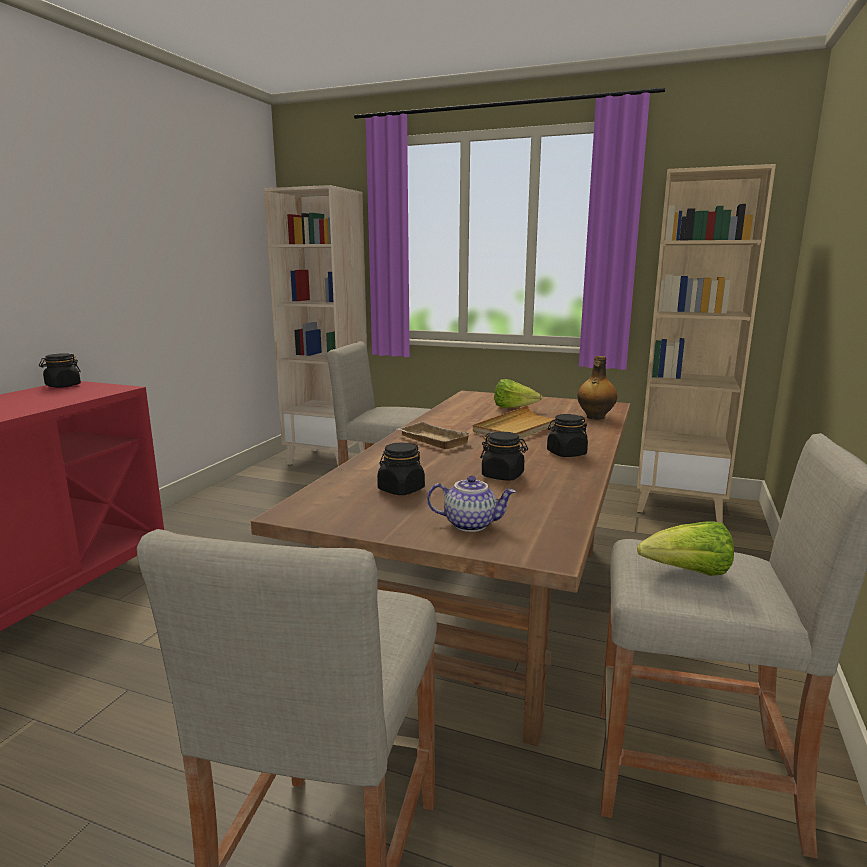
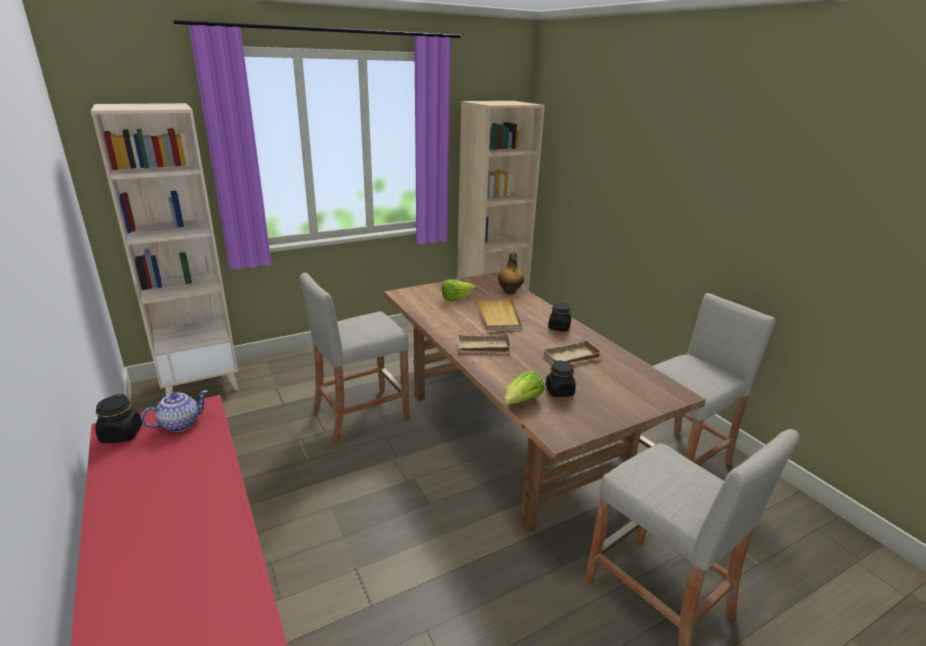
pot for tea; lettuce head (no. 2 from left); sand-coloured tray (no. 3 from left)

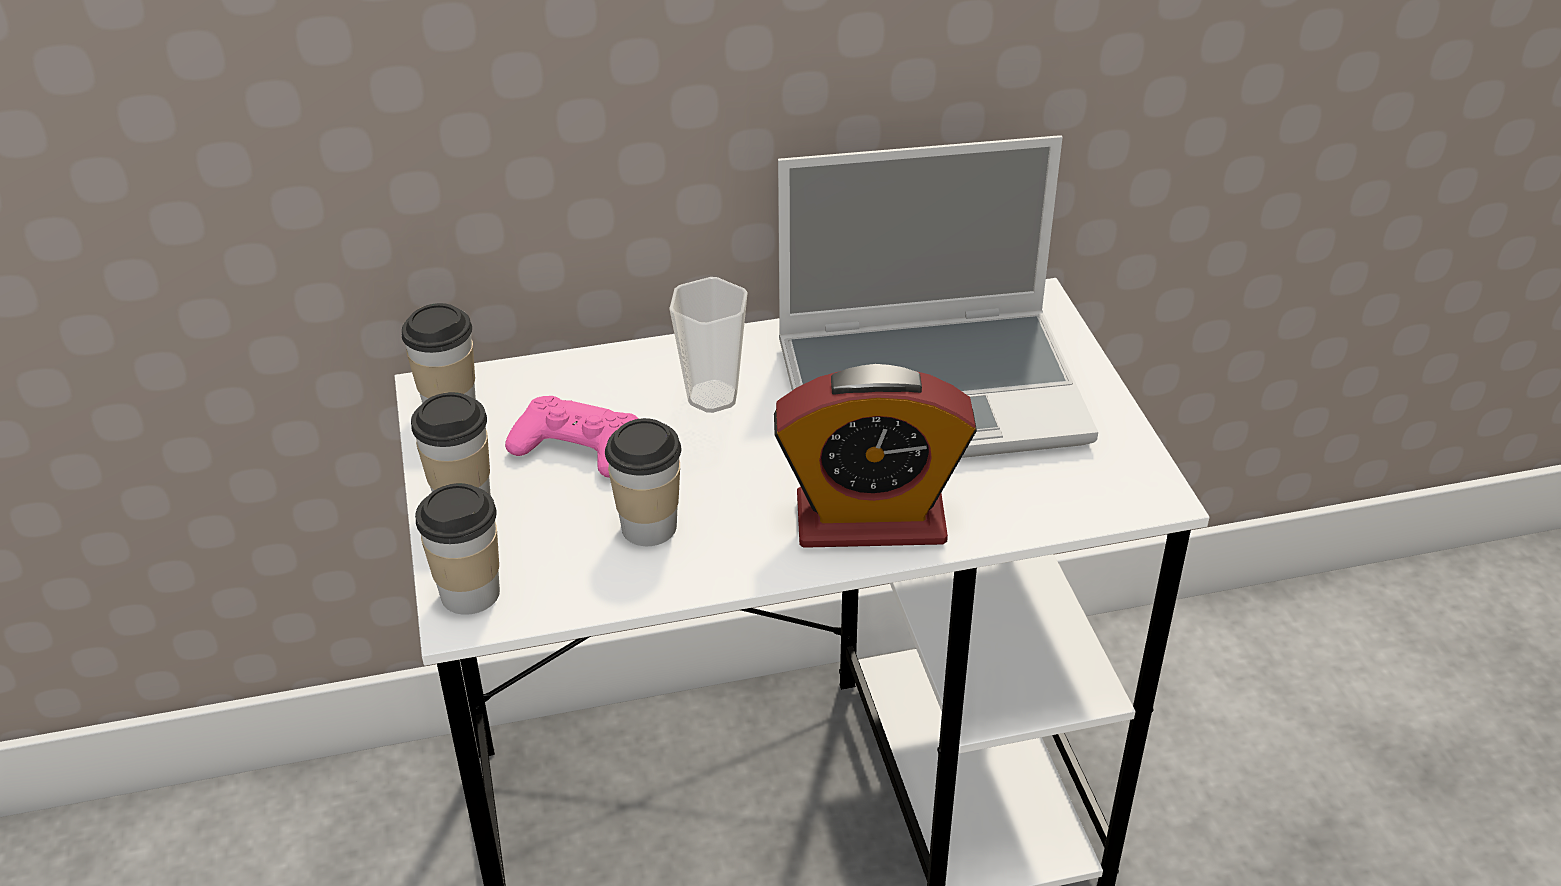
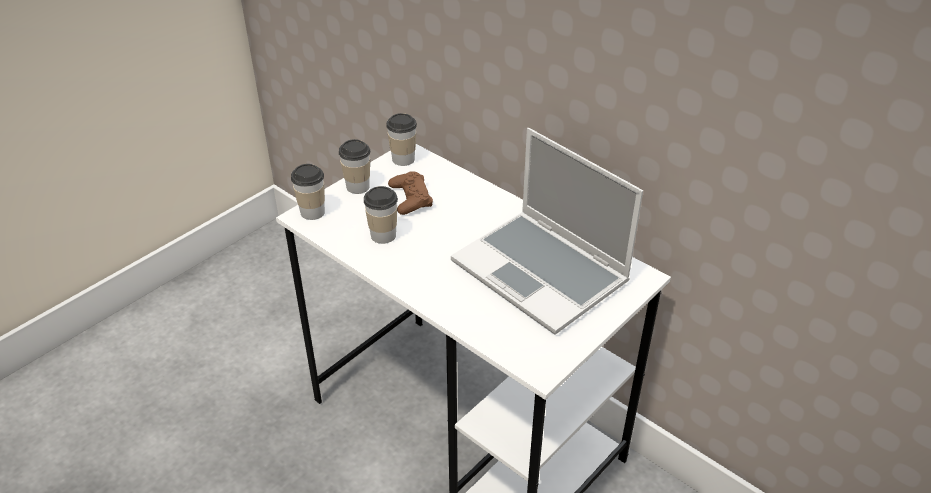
drinking cup (no. 5 from left in the first image); table clock; brownish gamepad

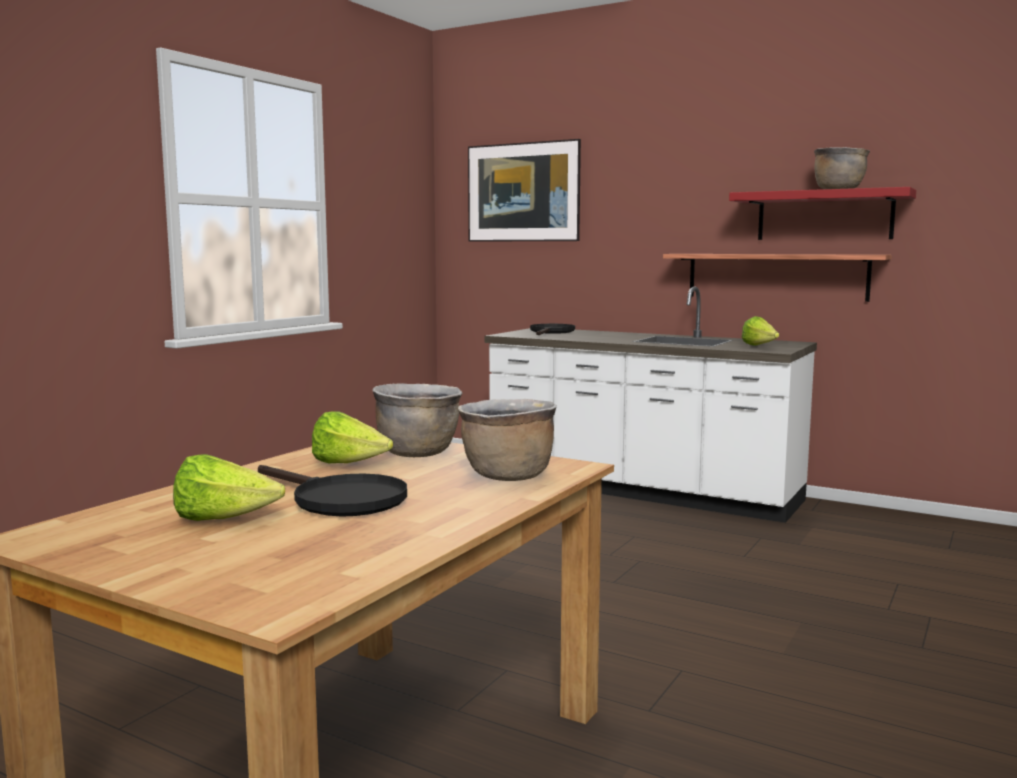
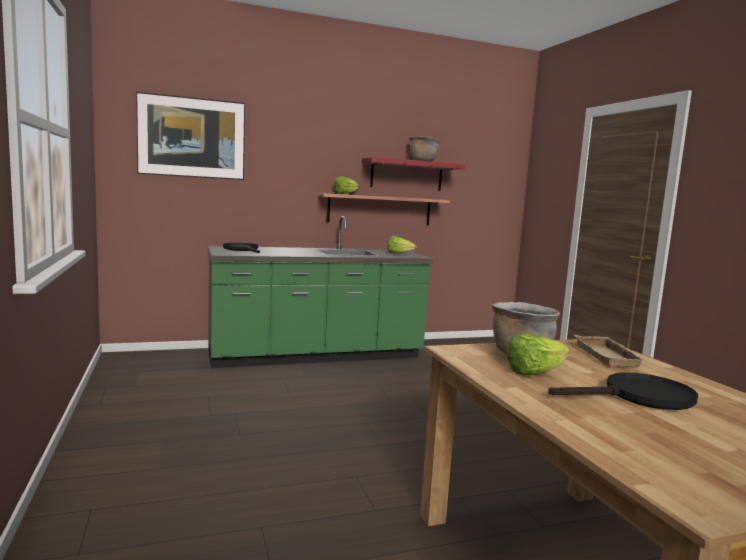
lettuce head (no. 1 from left); sand-coloured tray; green-coloured counter

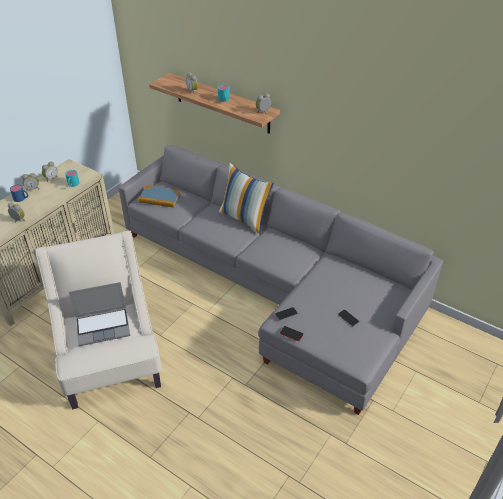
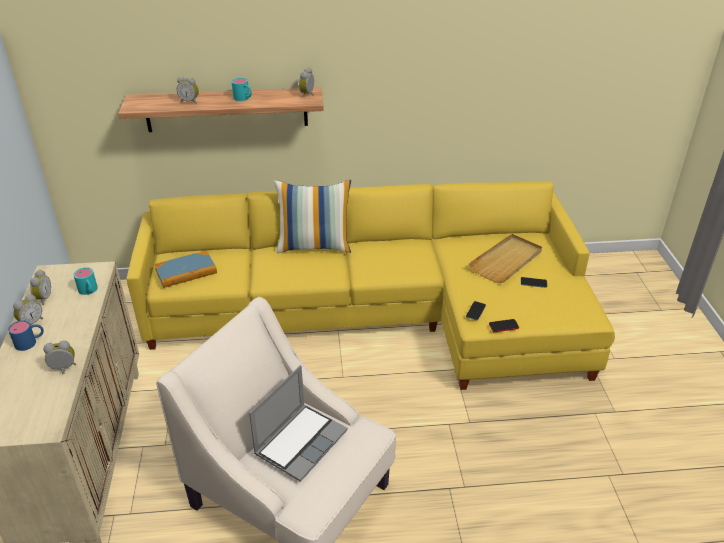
sand-coloured tray; yellow settee

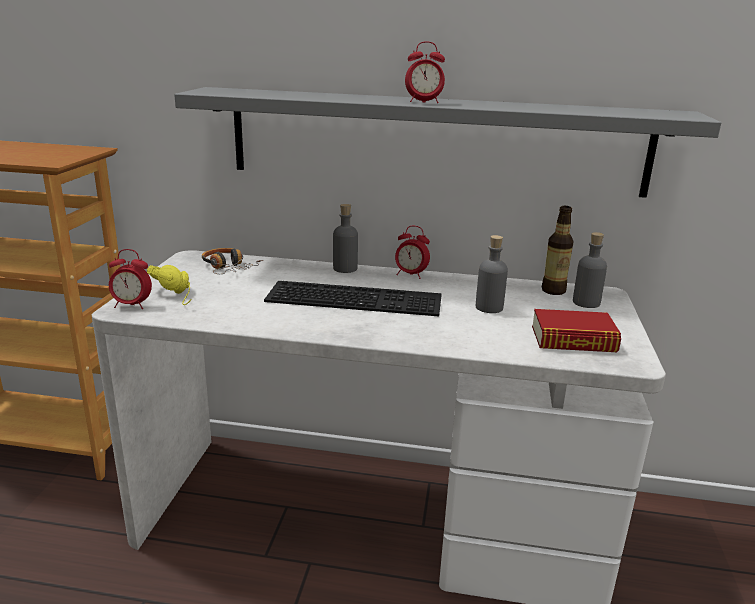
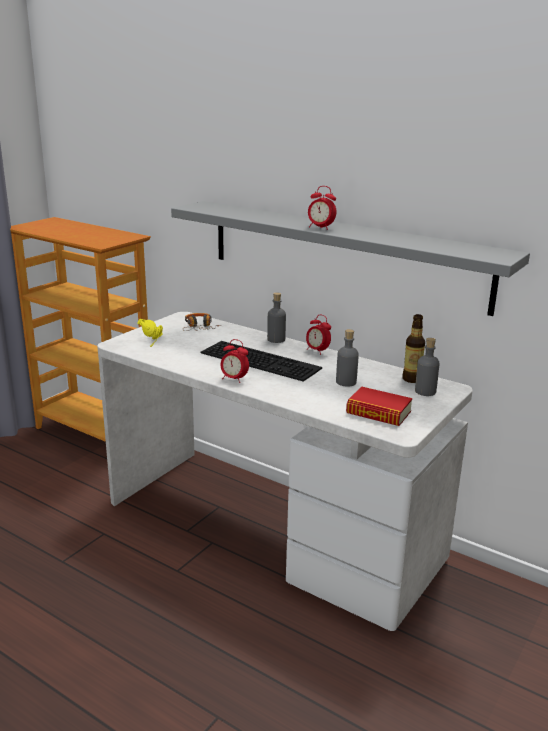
table clock (no. 1 from left)

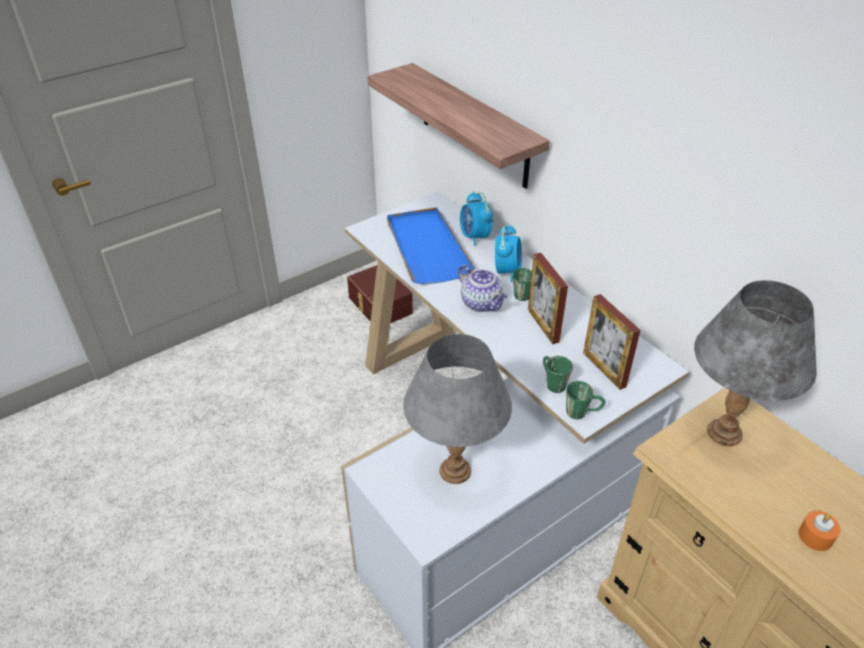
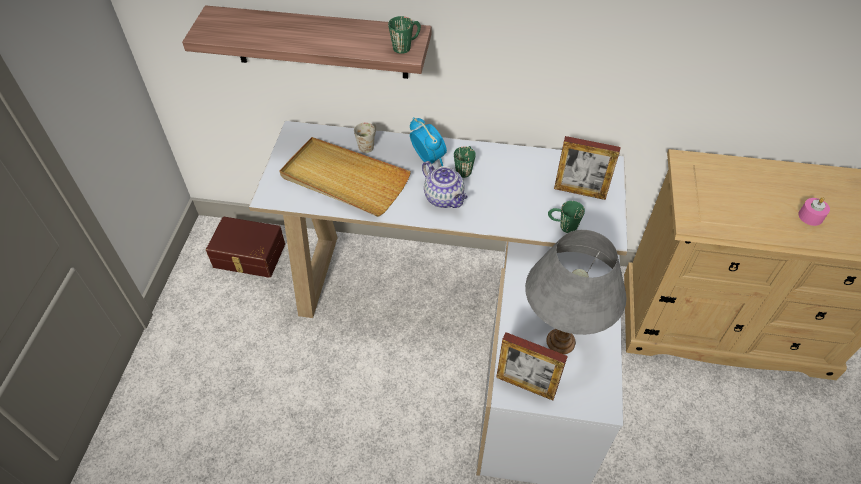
gray tabletop lamp (no. 2 from left in the first image); standing frame (no. 1 from left); green-coloured tea mug (no. 1 from left); white tea mug; sand-coloured tray; pinkish wax candle; pot for tea

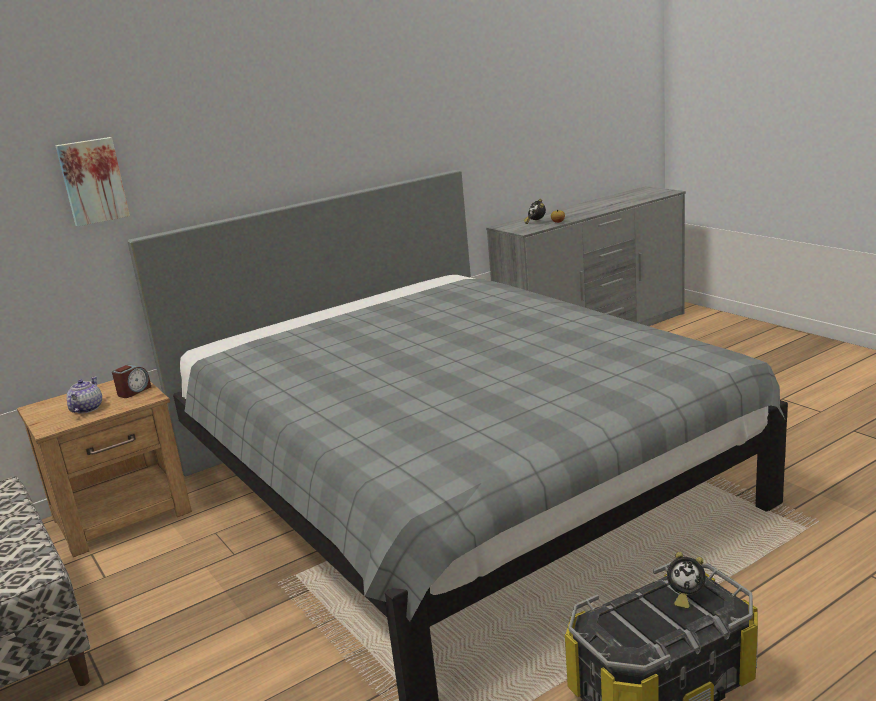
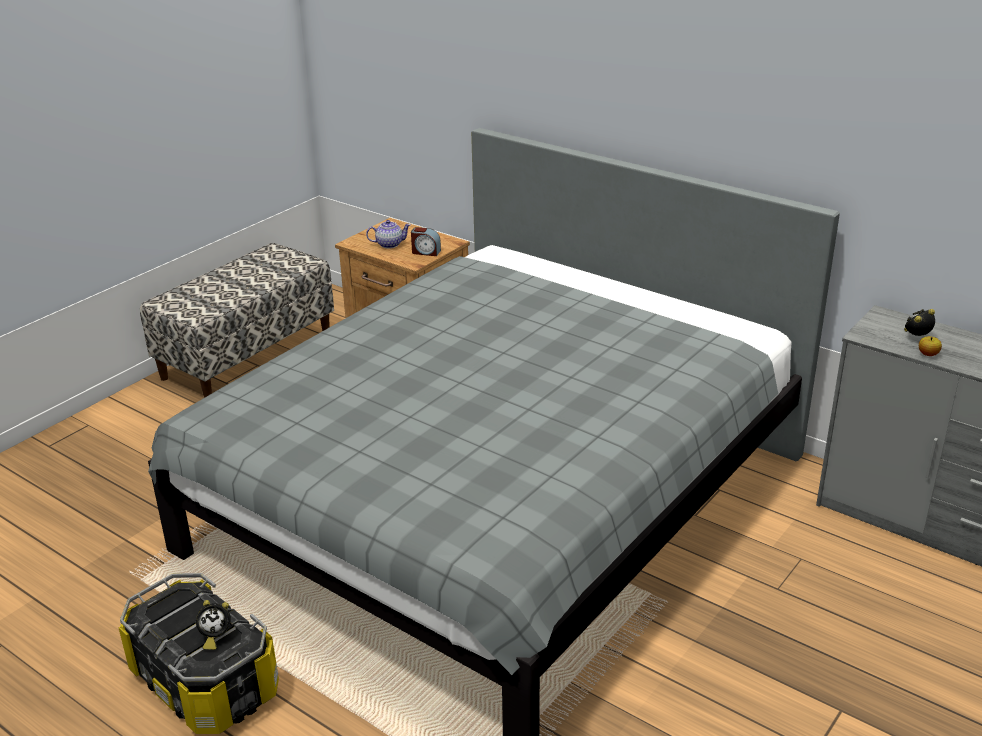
picture; table clock (no. 1 from left)

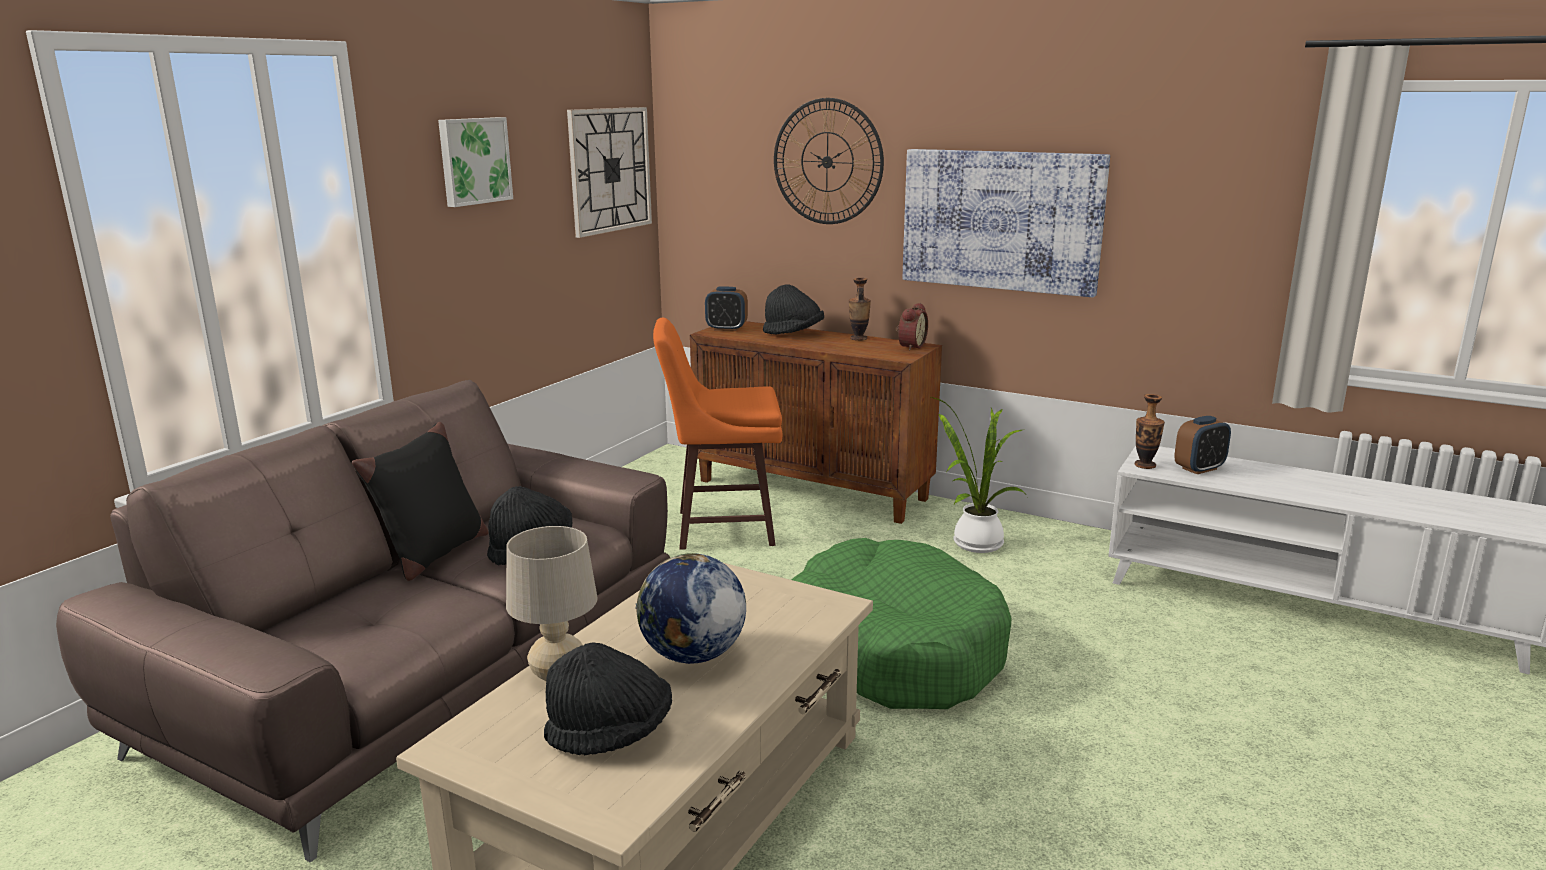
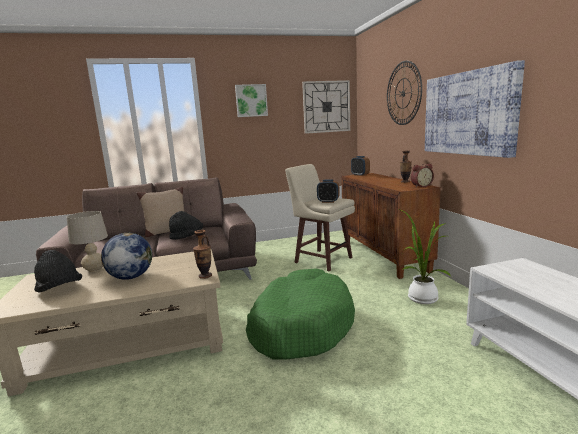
black-coloured hat (no. 3 from left in the first image); flower vase (no. 1 from left); table clock (no. 1 from left); sand-coloured pillow; sand-coloured sitting stool

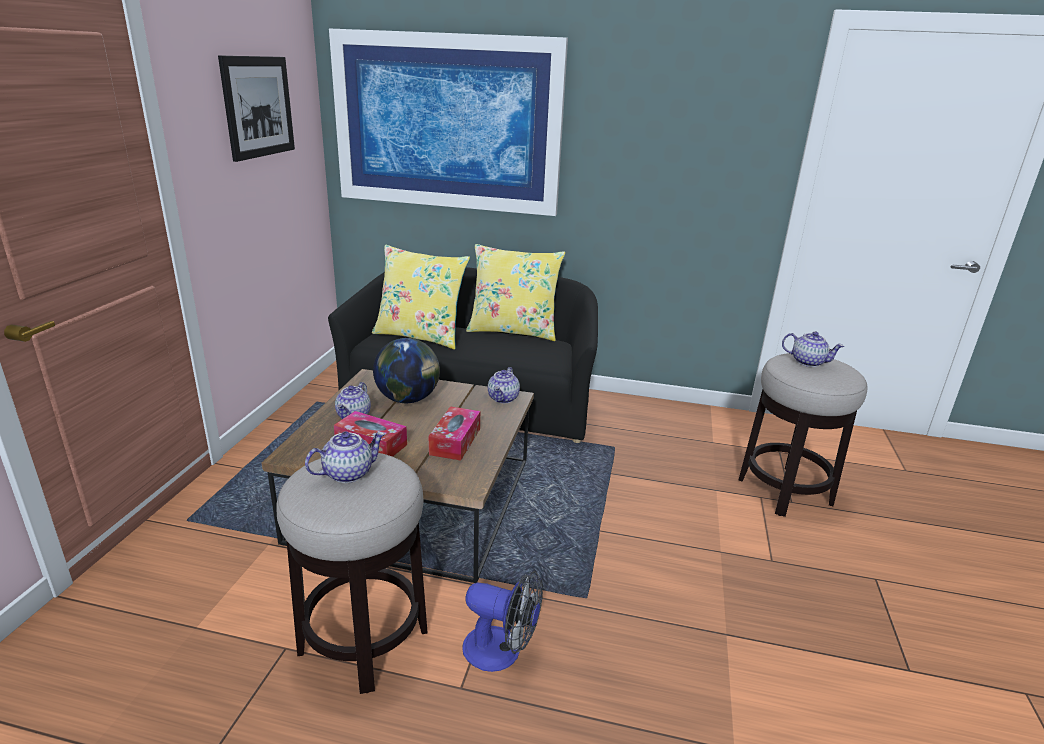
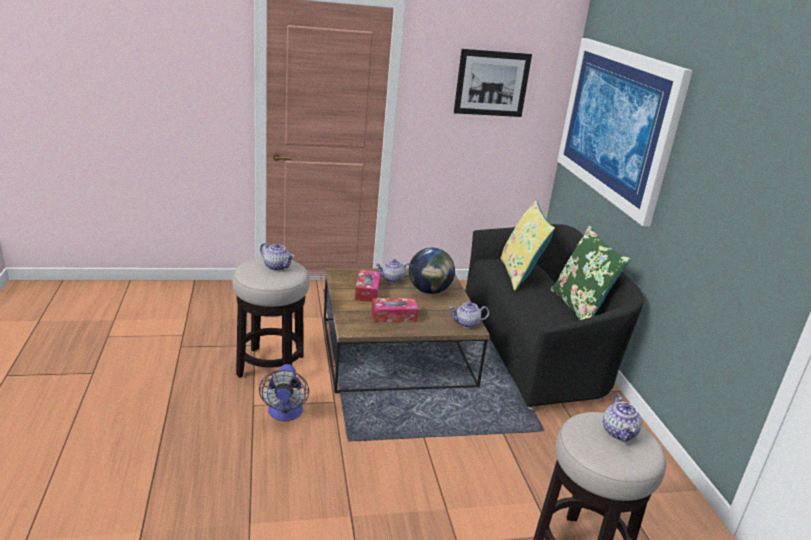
green-coloured pillow

